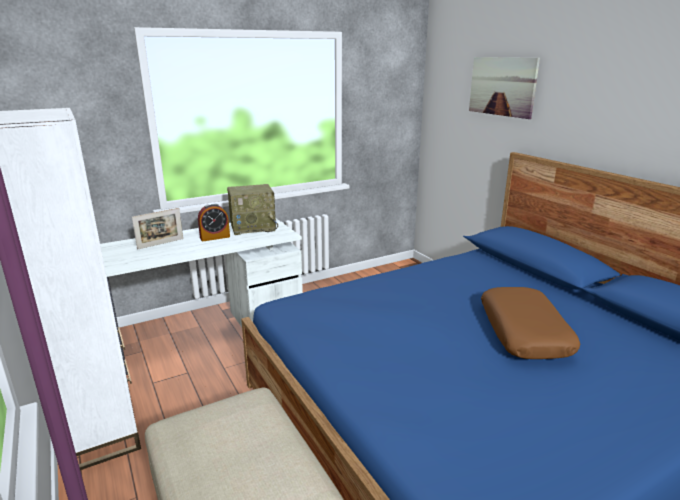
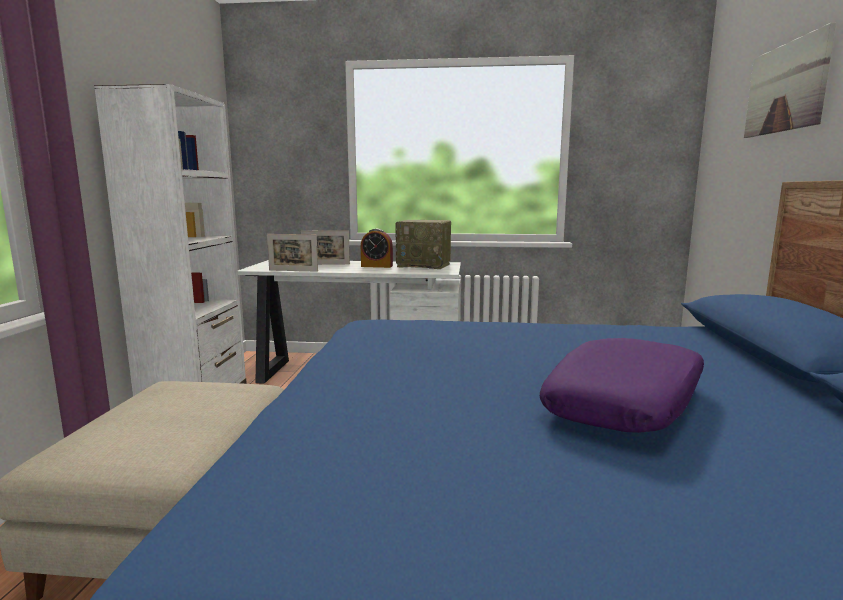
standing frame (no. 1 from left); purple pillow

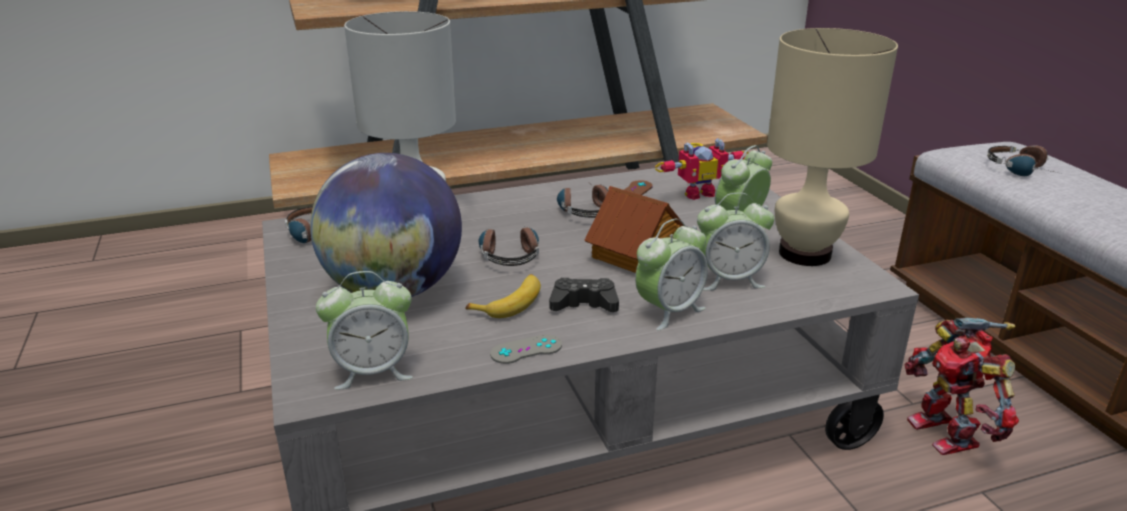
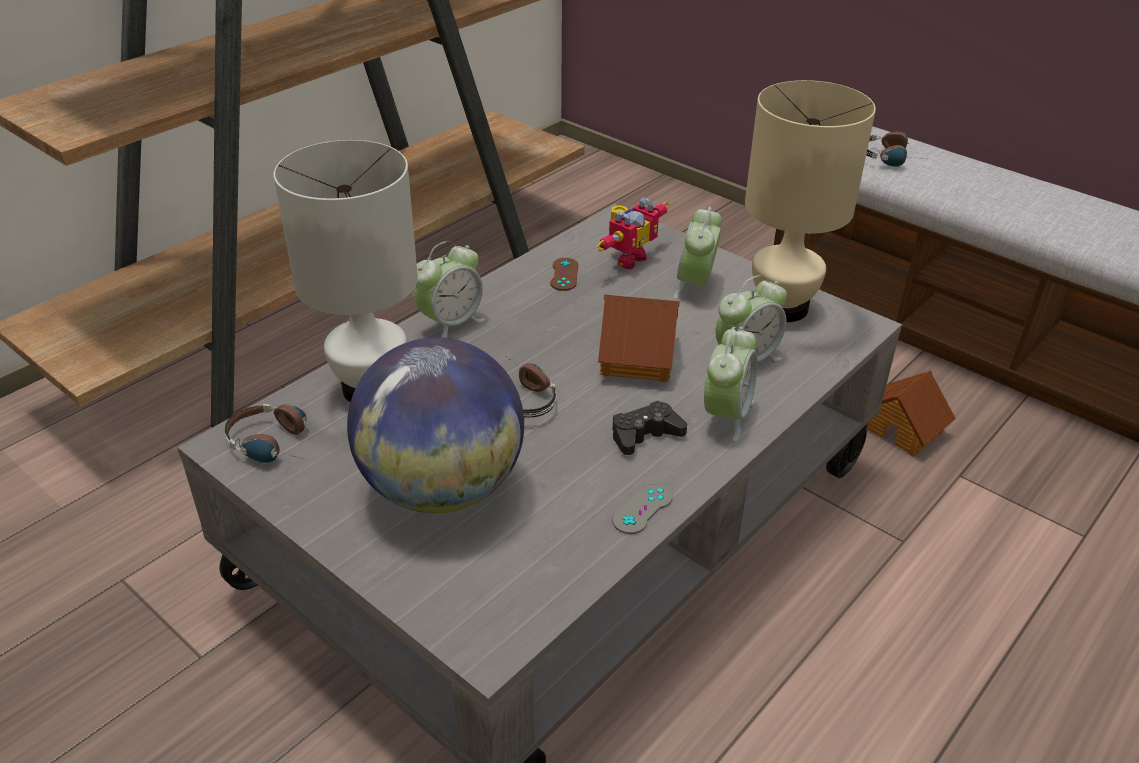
banana; pair of headphones (no. 3 from left in the first image); table clock (no. 1 from left); toy house (no. 2 from left)

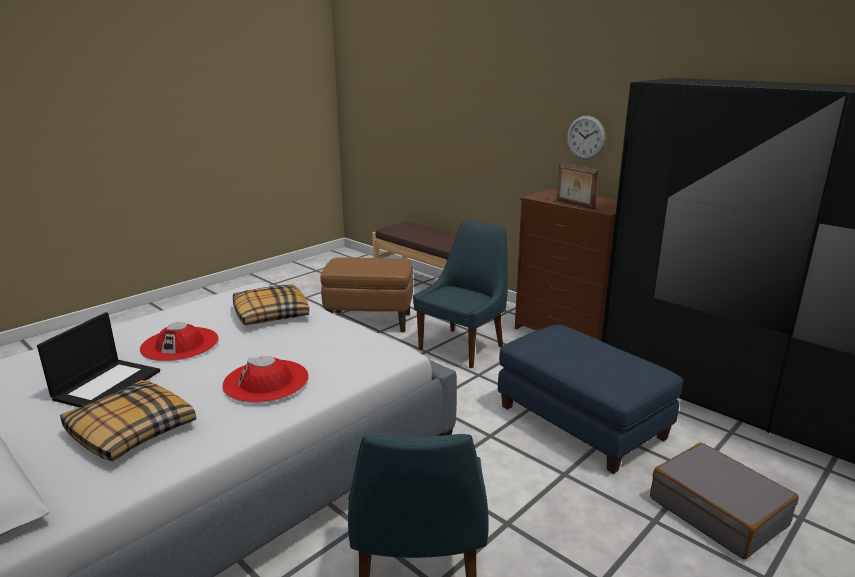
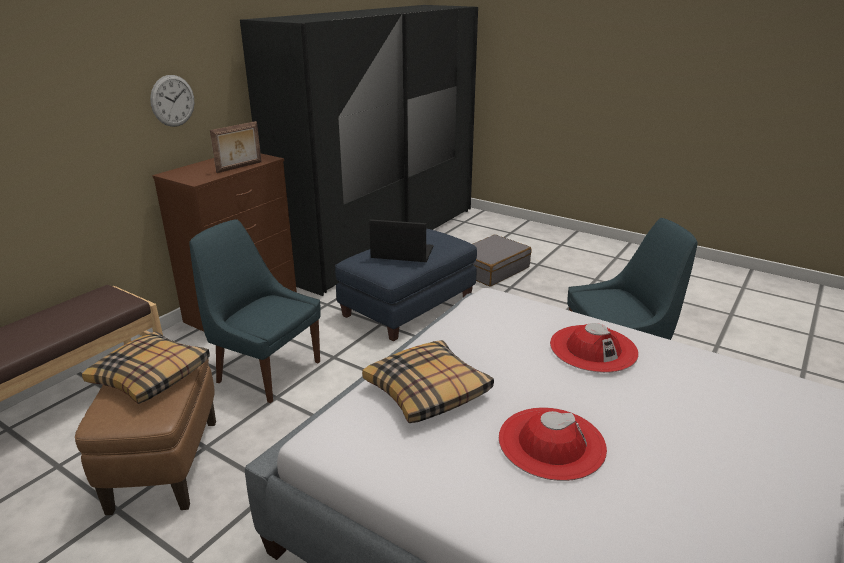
notebook computer; pillow (no. 1 from left)

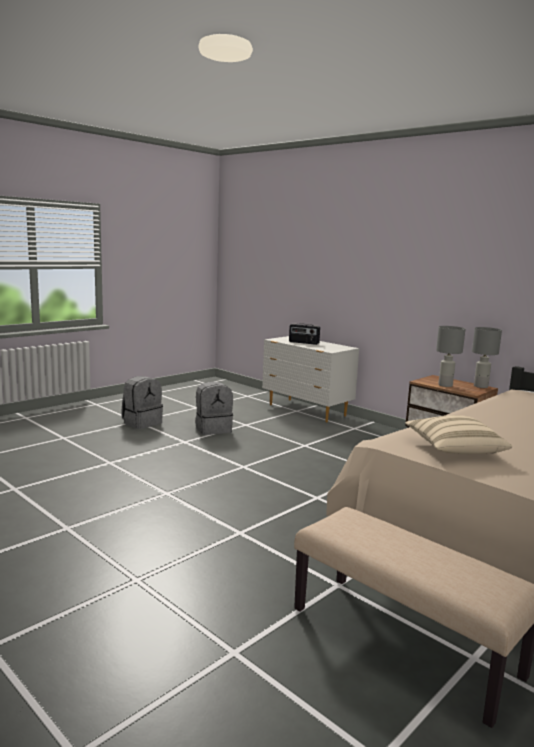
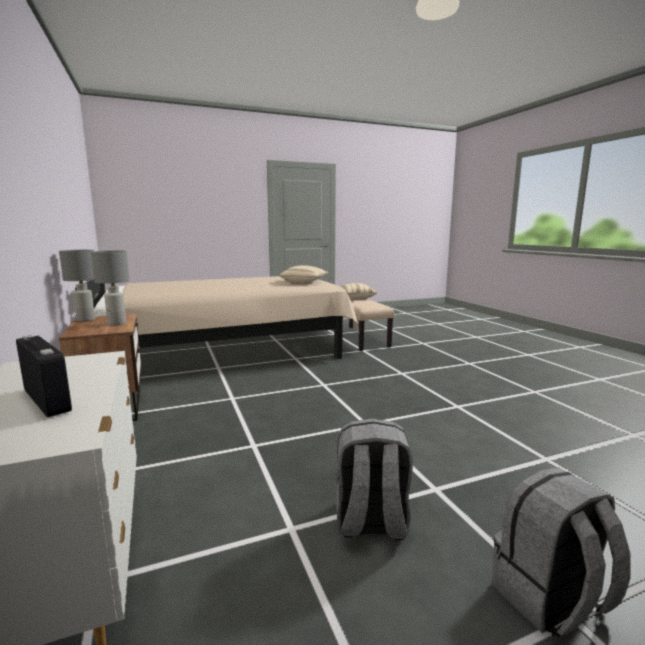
sand-coloured pillow (no. 2 from left)

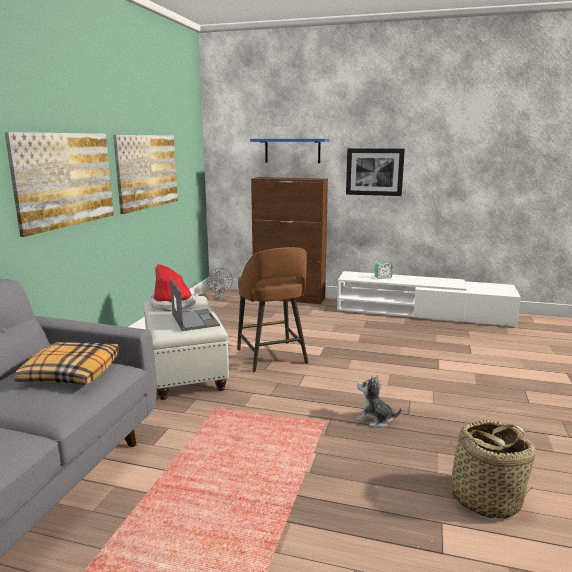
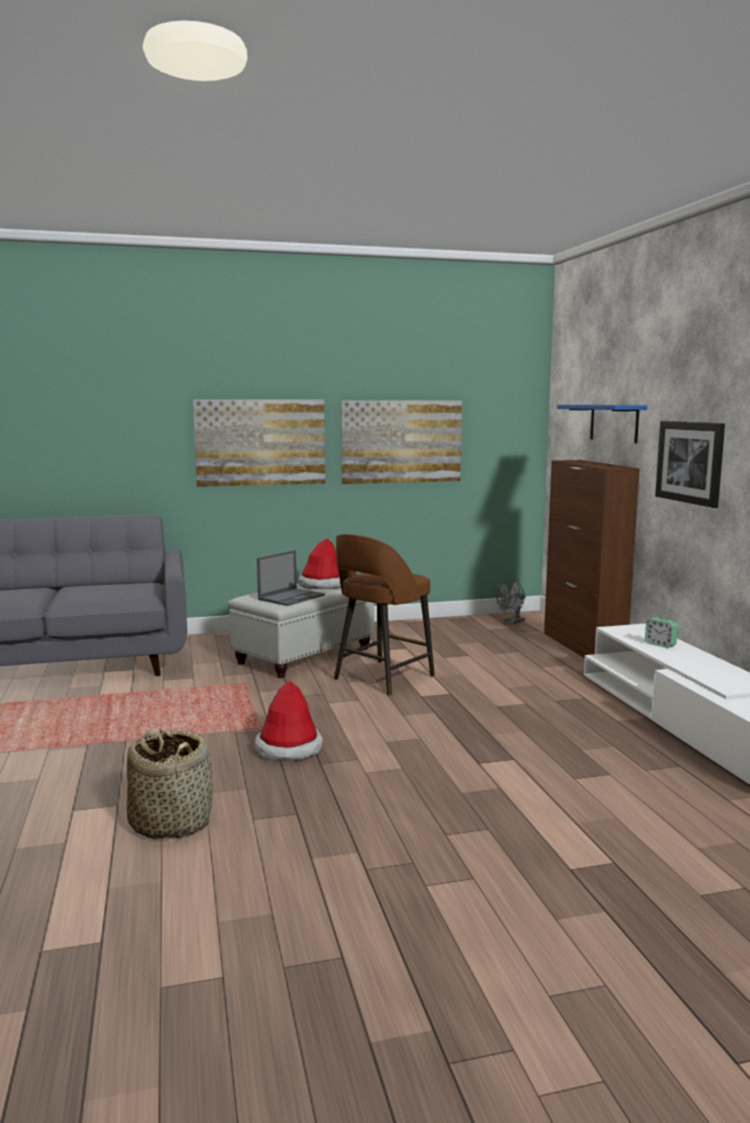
pillow; hat (no. 1 from left)

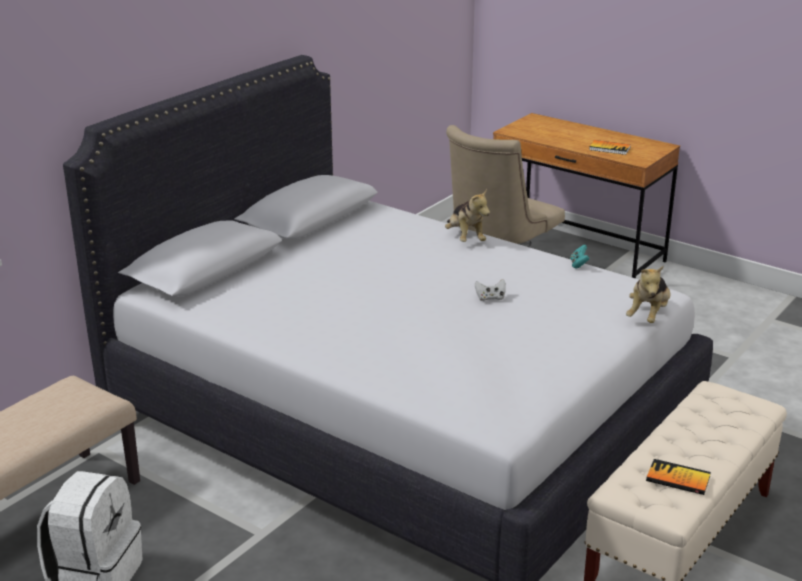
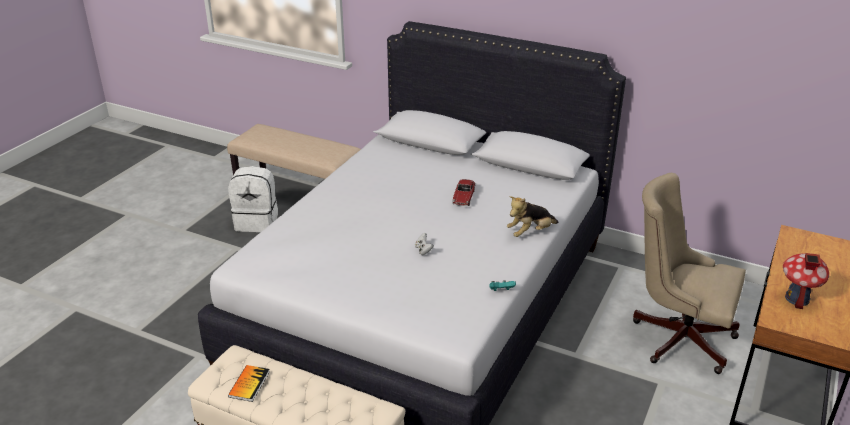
plush toy (no. 2 from left in the first image); model car; toy house

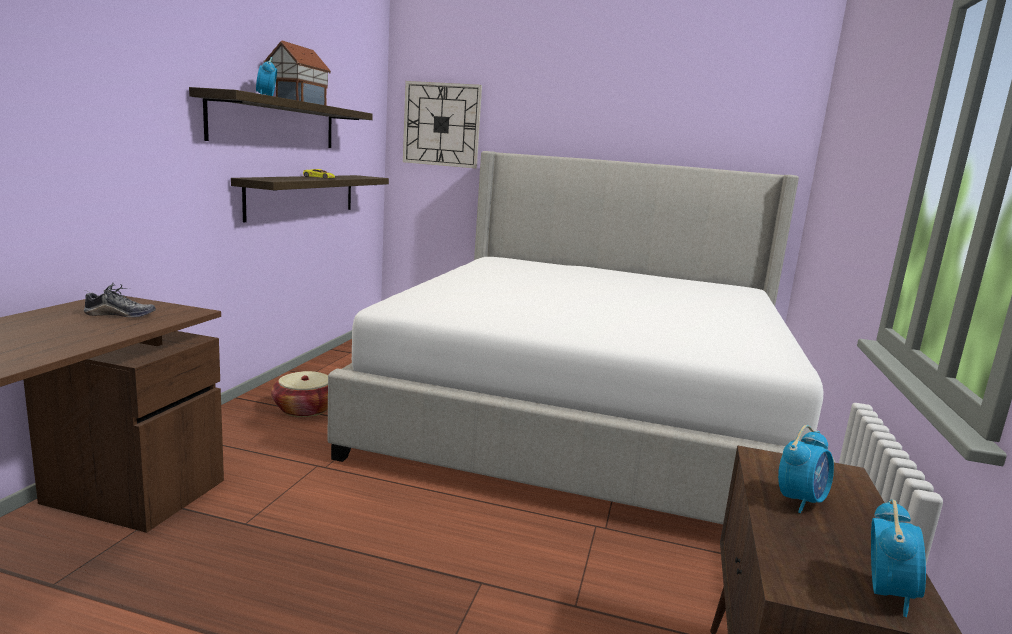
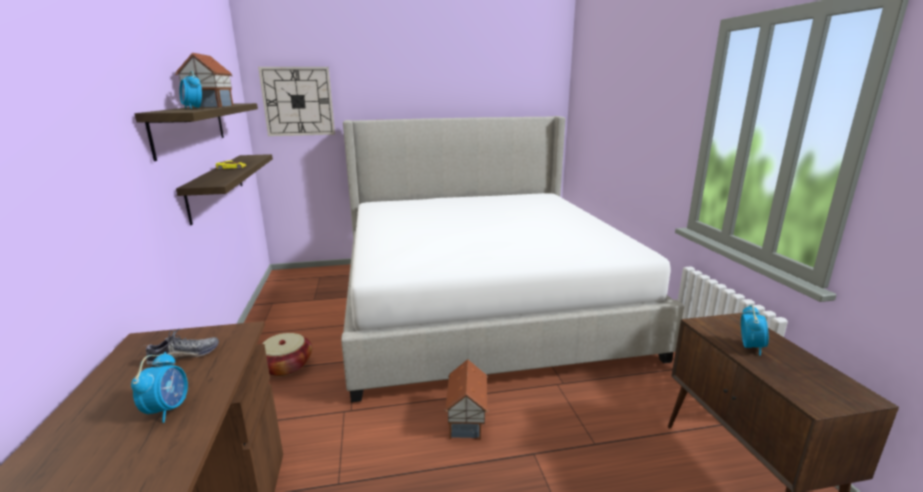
toy house (no. 2 from left); table clock (no. 1 from left)

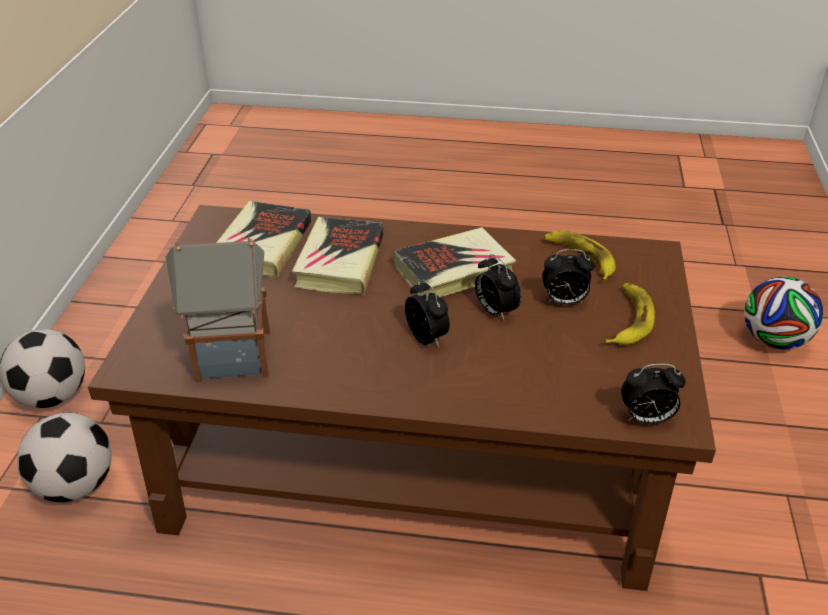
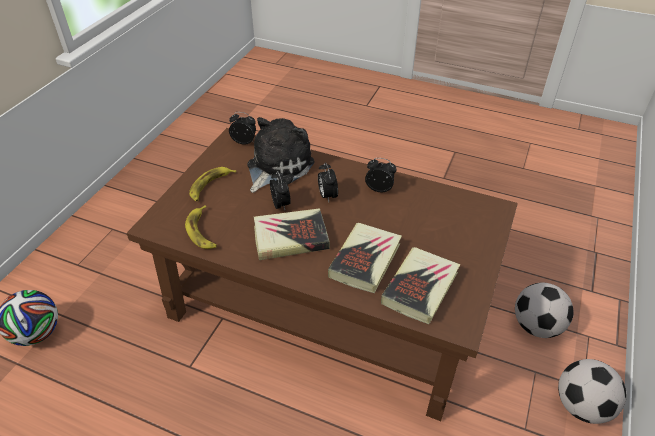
toy house; plush toy; table clock (no. 4 from left)

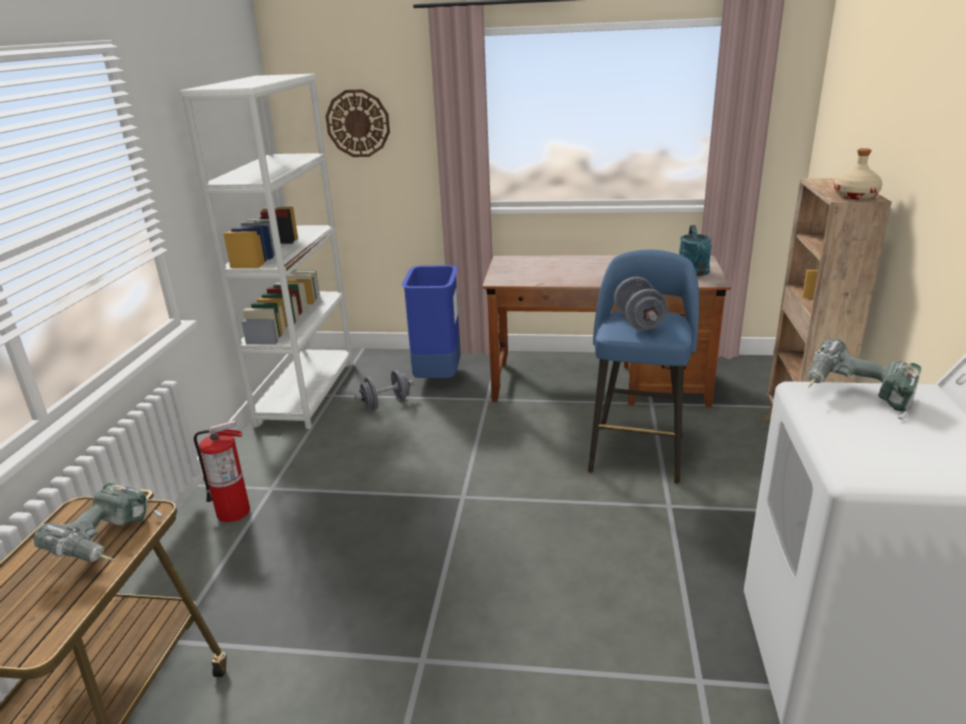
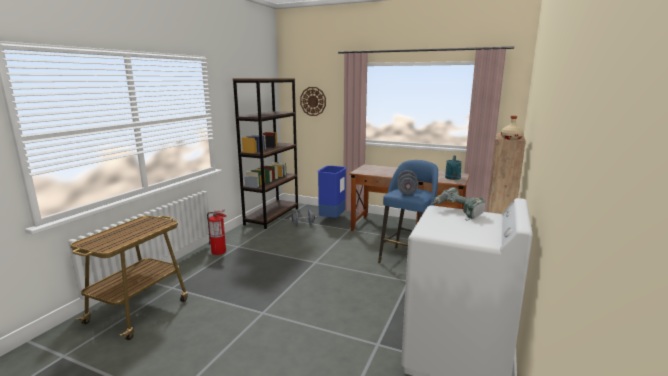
drill (no. 1 from left in the first image); brownish bookshelf (no. 1 from left)

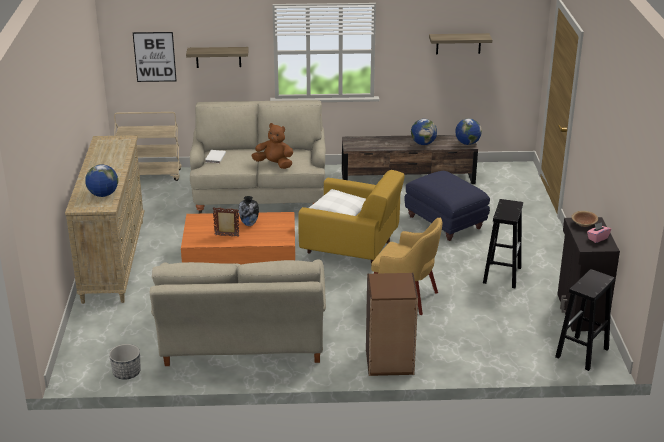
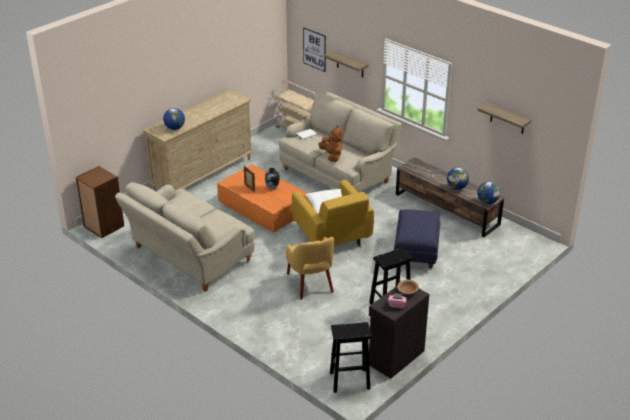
plant pot; brownish bookshelf

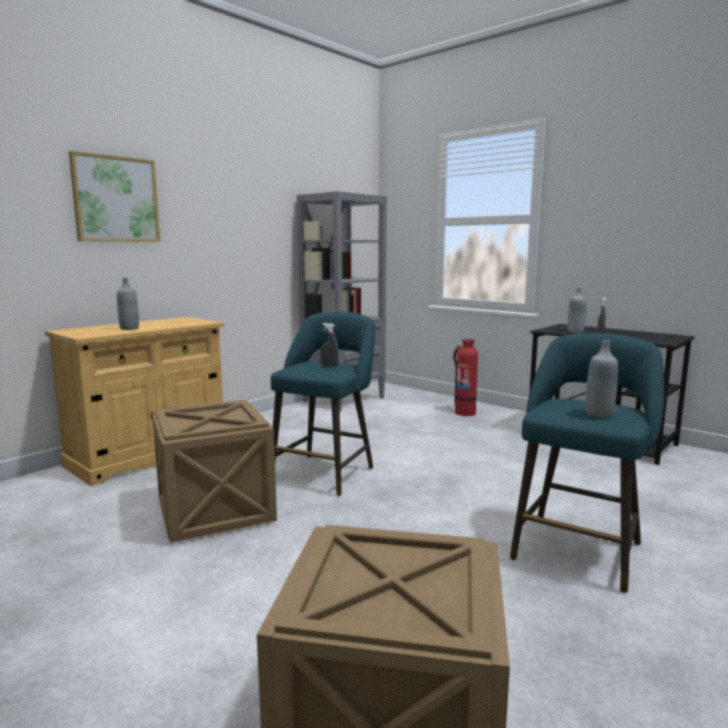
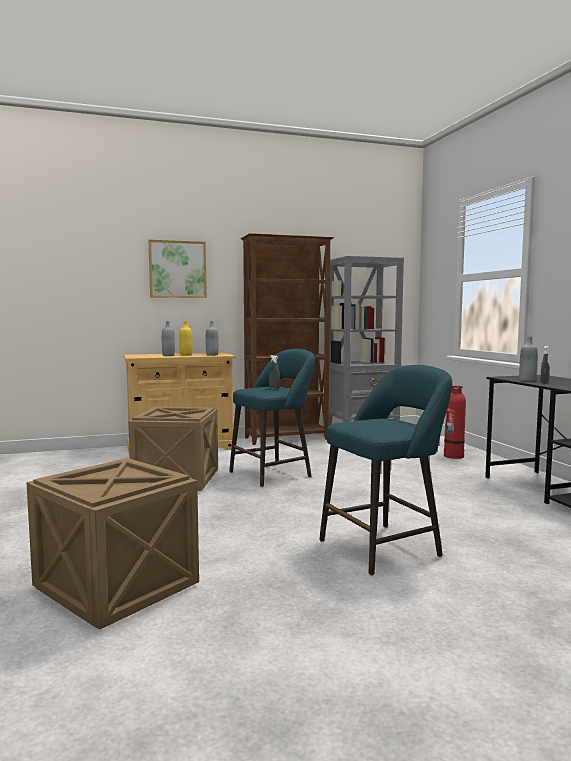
yellow bottle; brownish bookshelf; gray bottle (no. 2 from left)

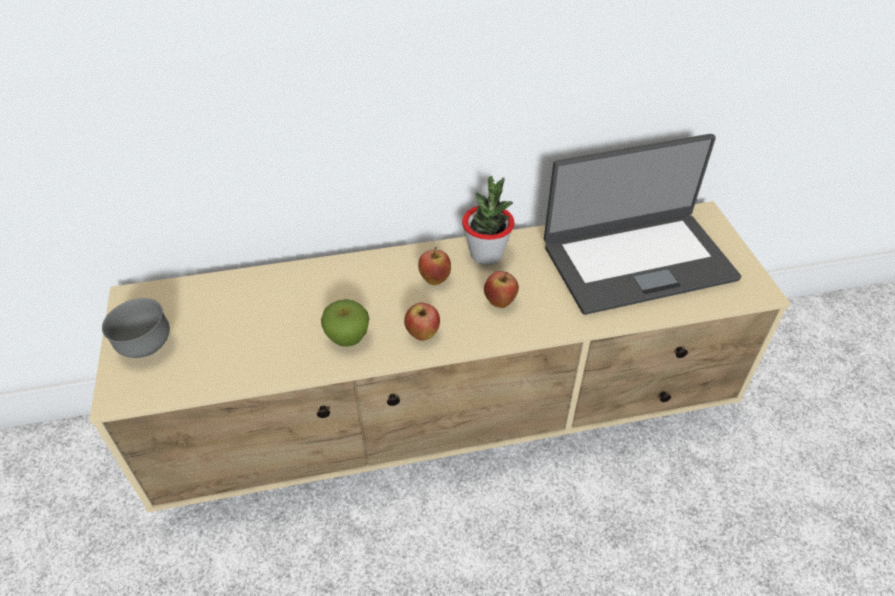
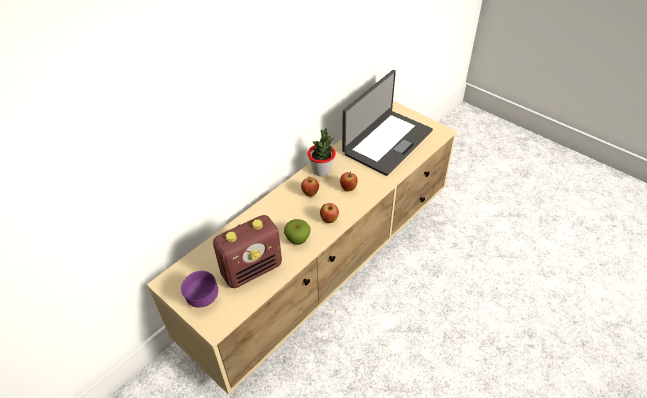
radio receiver; purple serving bowl

